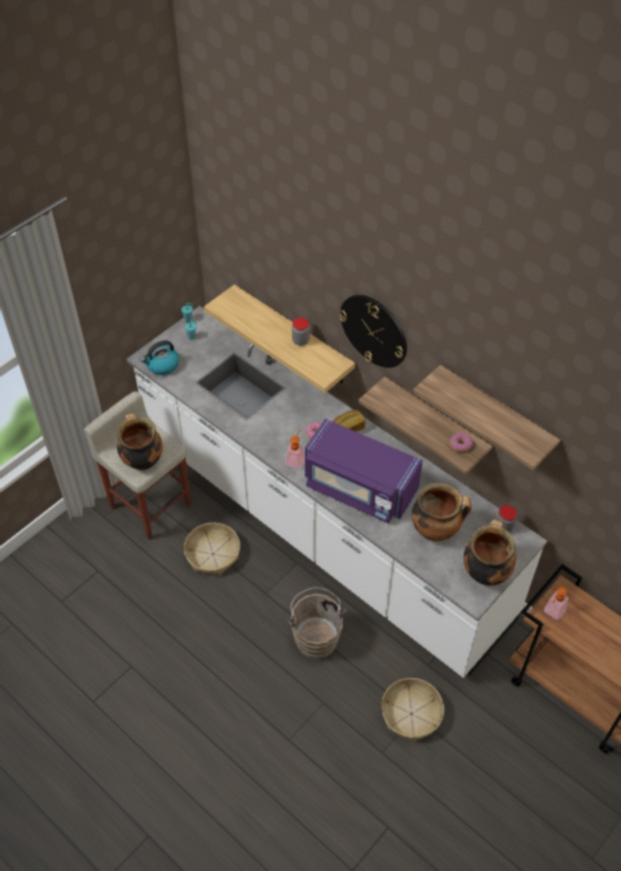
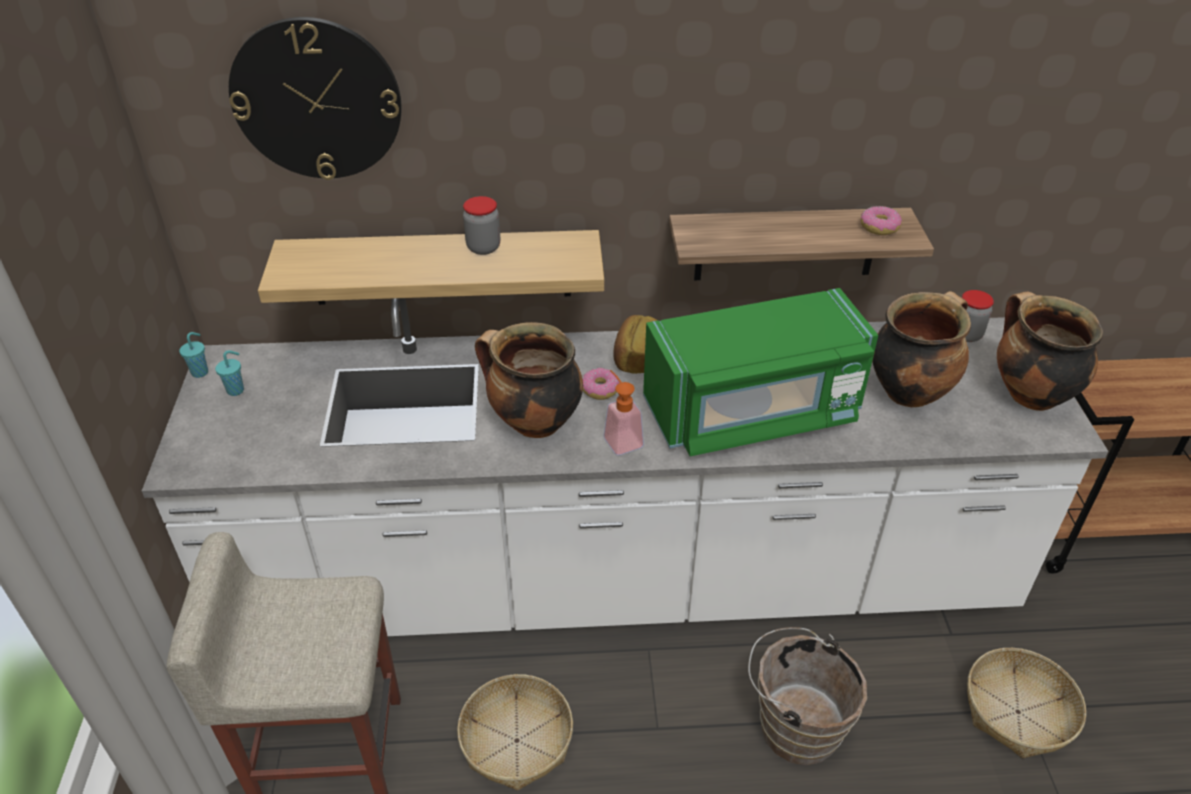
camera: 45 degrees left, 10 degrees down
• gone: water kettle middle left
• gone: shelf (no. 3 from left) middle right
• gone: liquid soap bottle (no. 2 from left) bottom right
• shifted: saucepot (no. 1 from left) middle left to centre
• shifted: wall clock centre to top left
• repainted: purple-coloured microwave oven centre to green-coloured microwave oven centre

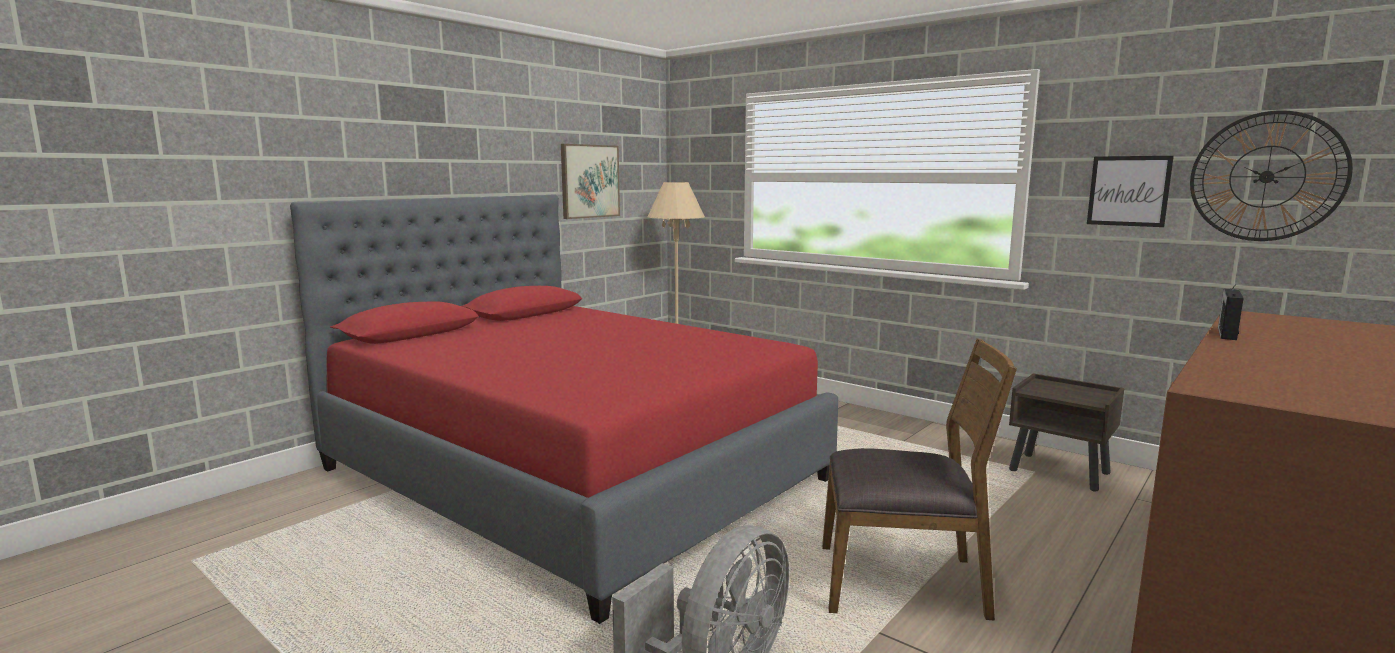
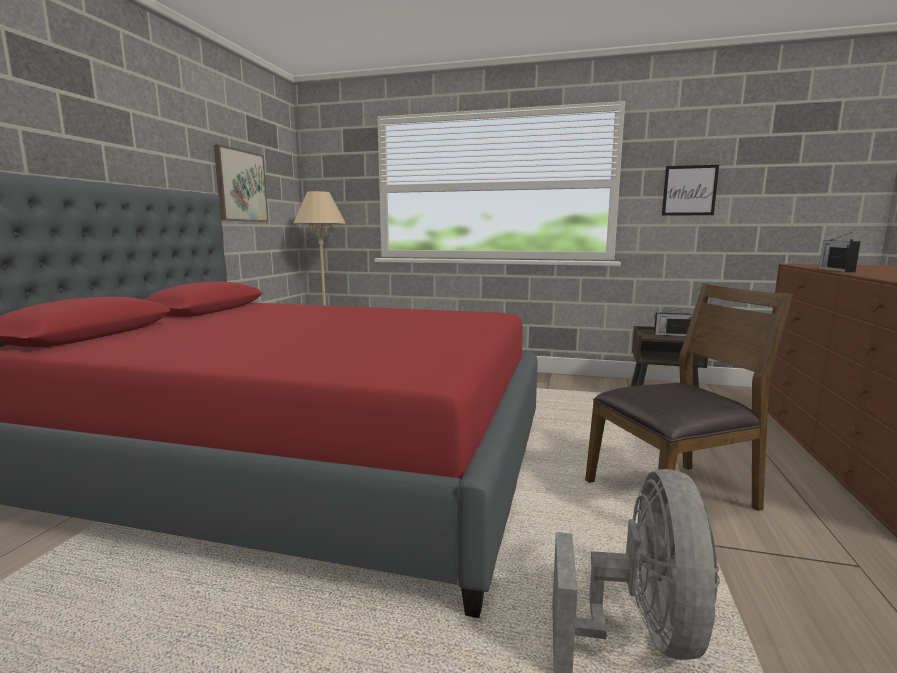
camera: 25 degrees left, 0 degrees up
• gone: wall clock top right
• new: radio receiver (no. 1 from left) middle right

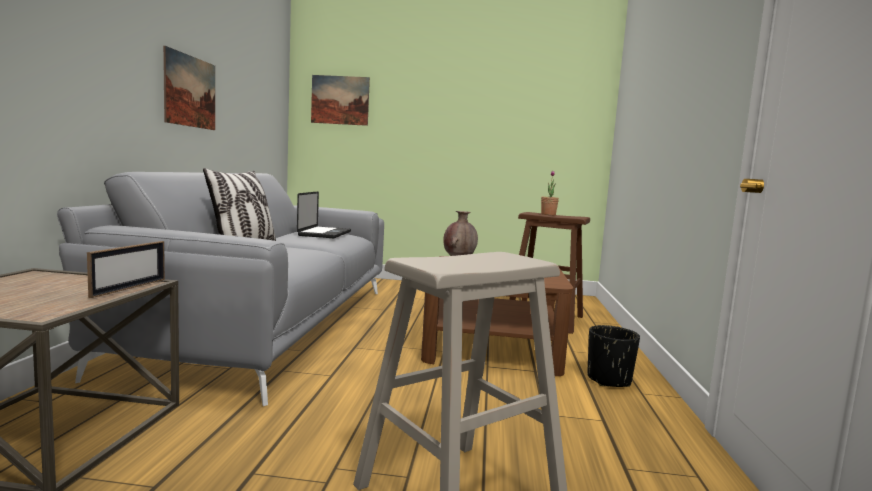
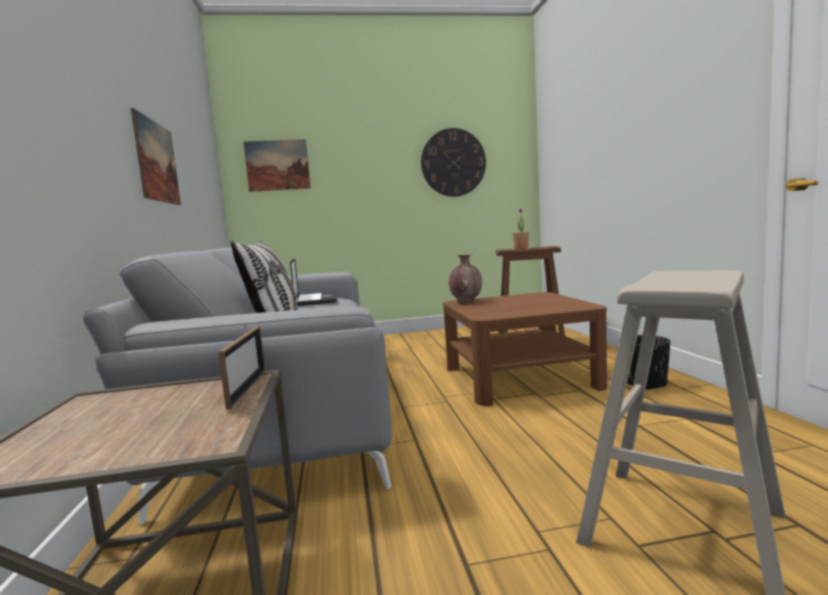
camera: 15 degrees left, 0 degrees up
• new: wall clock top centre

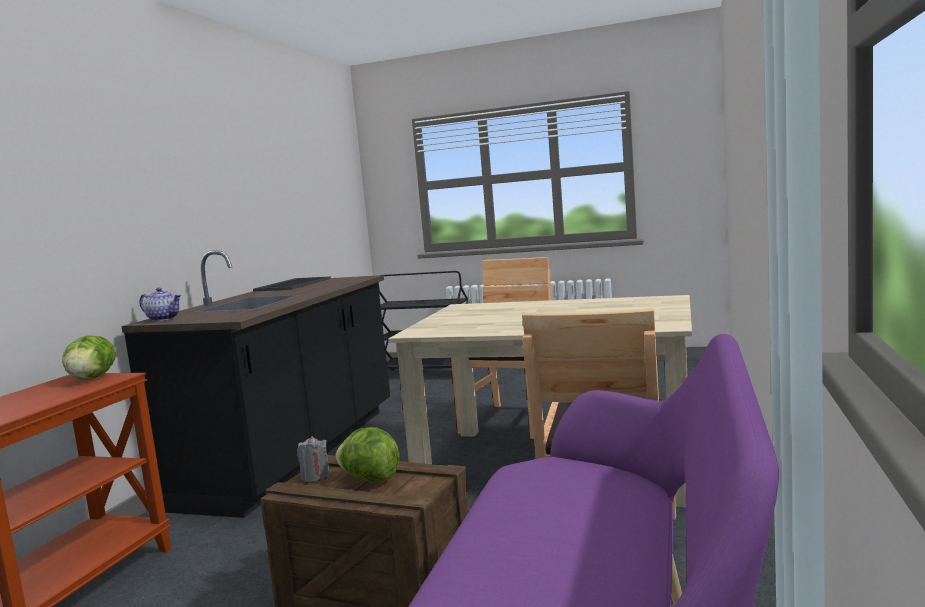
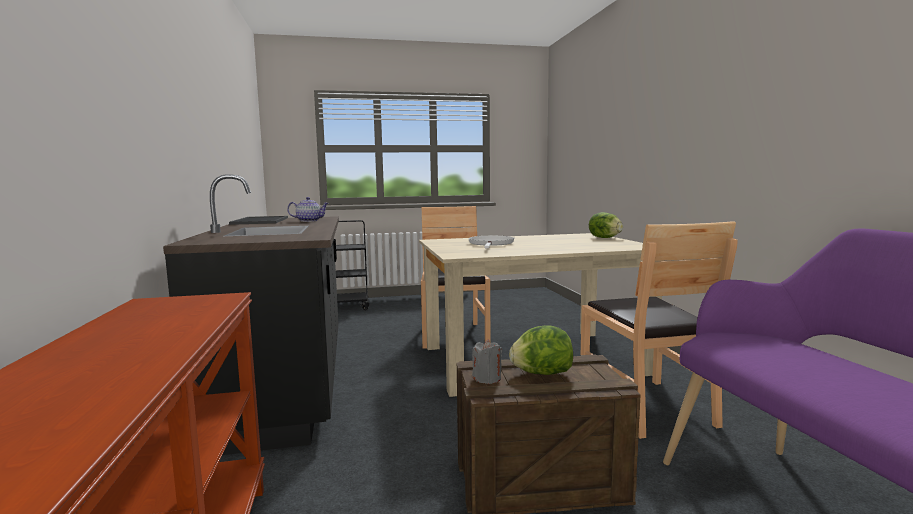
camera: 30 degrees left, 0 degrees up
• new: white skillet centre
• shifted: lettuce (no. 1 from left in the first image) middle left to lettuce (no. 2 from left) centre
• shifted: pot for tea middle left to centre

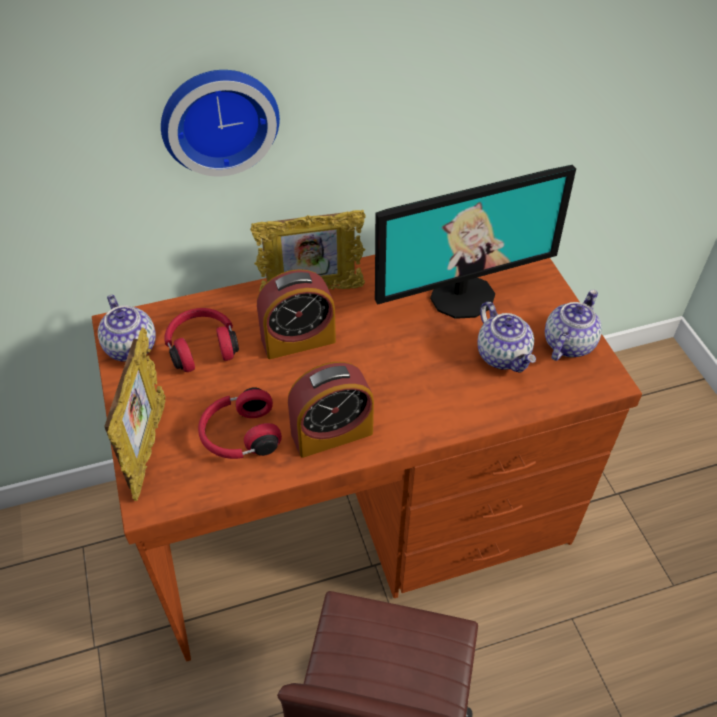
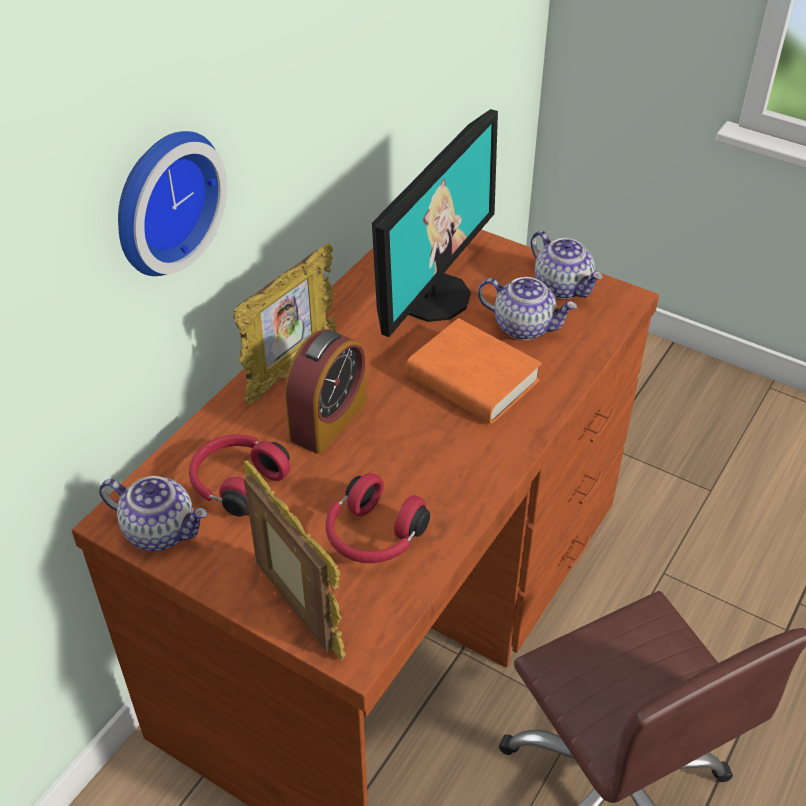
camera: 40 degrees left, 5 degrees down
• gone: alarm clock (no. 2 from left) centre
• new: orangey volume centre
• rotated: pot for tea (no. 3 from left) middle right = top right 150 degrees clockwise

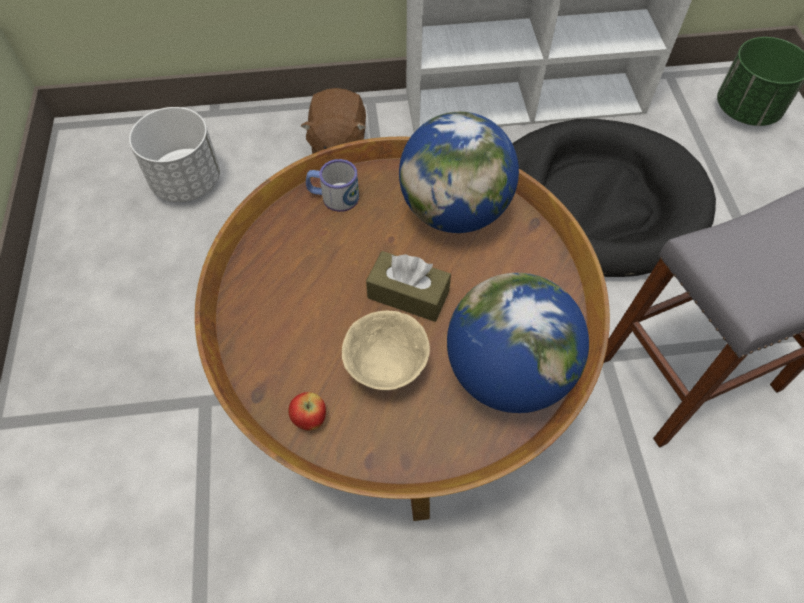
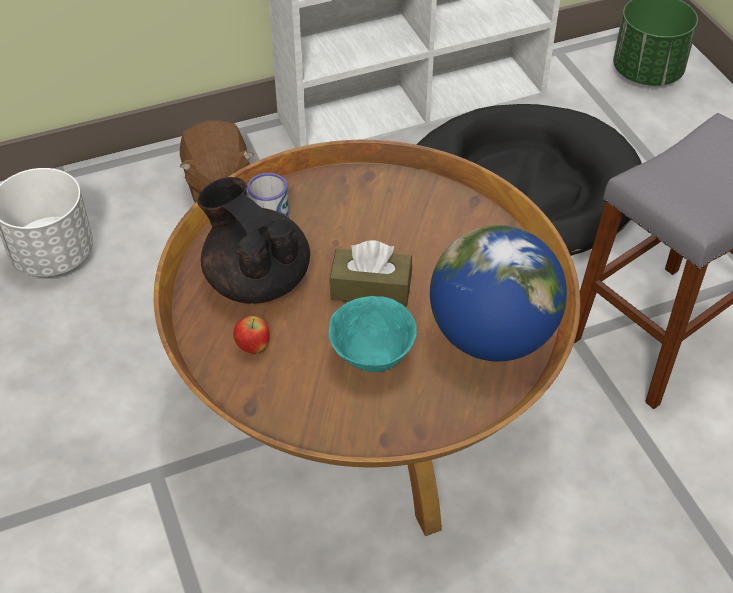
camera: 15 degrees left, 10 degrees down
• gone: world globe (no. 1 from left) top centre
• new: black pot for tea centre
• shifted: apple fruit bottom centre to centre
• repainted: sand-coloured serving bowl centre to turquoise-coloured serving bowl centre

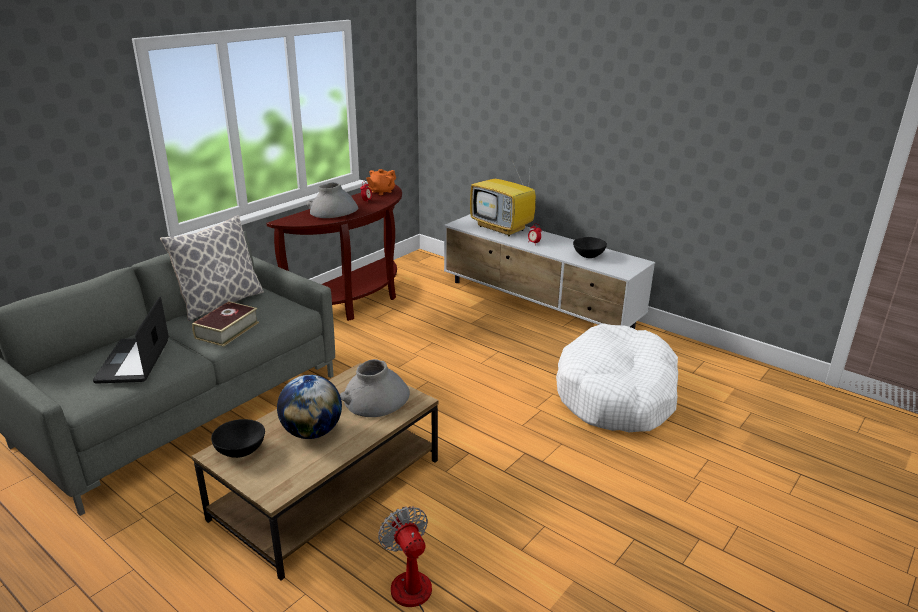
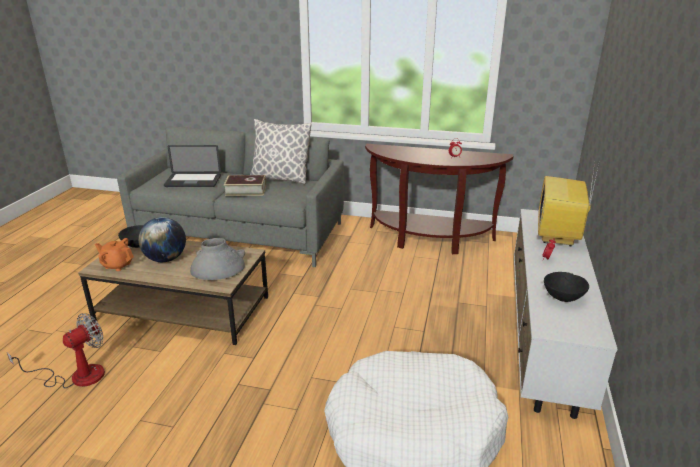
camera: 65 degrees right, 0 degrees up
• gone: grey flower vase (no. 1 from left) top centre
• shifted: orangey pot for tea top centre to middle left
• rotated: notebook computer middle left = middle left 150 degrees counterclockwise

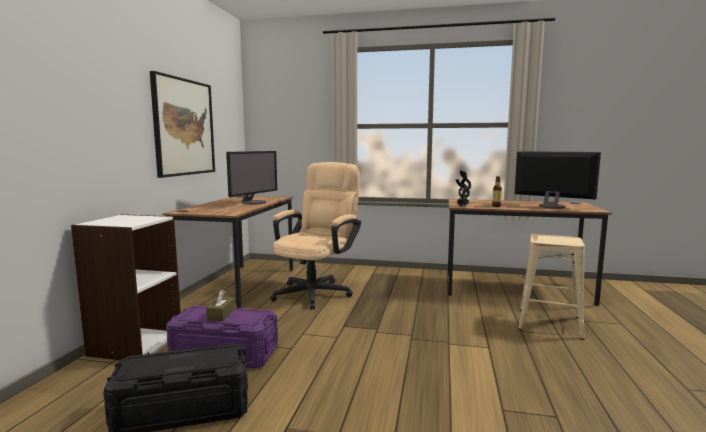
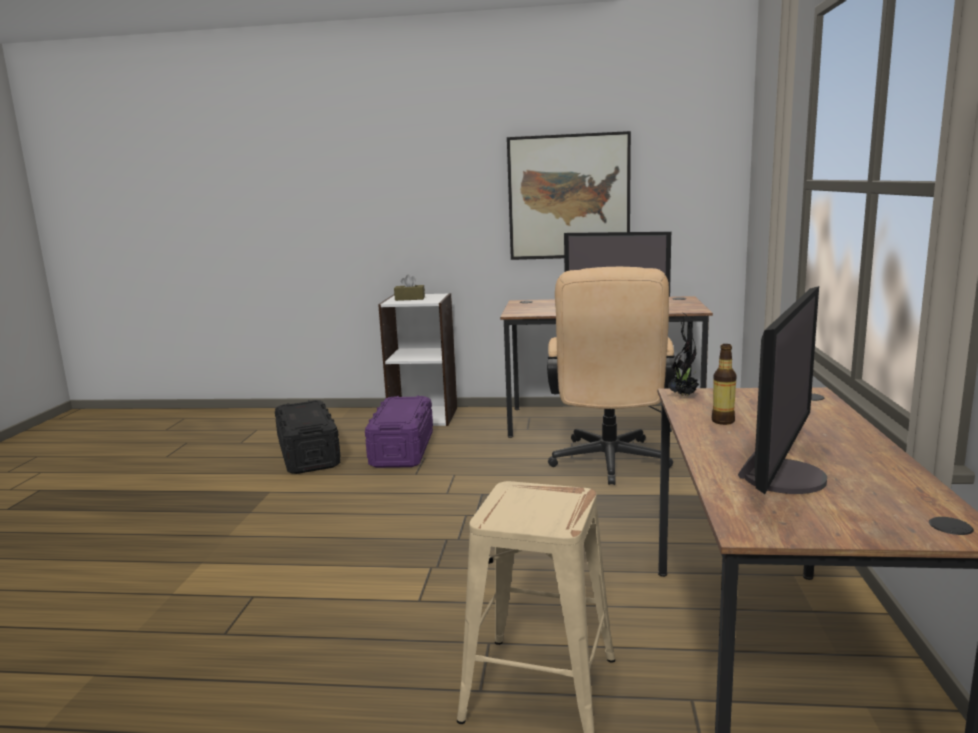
camera: 85 degrees right, 5 degrees up
• shifted: brownish tissue holder bottom left to centre
• rotated: sand-coloured office chair centre = centre 75 degrees clockwise

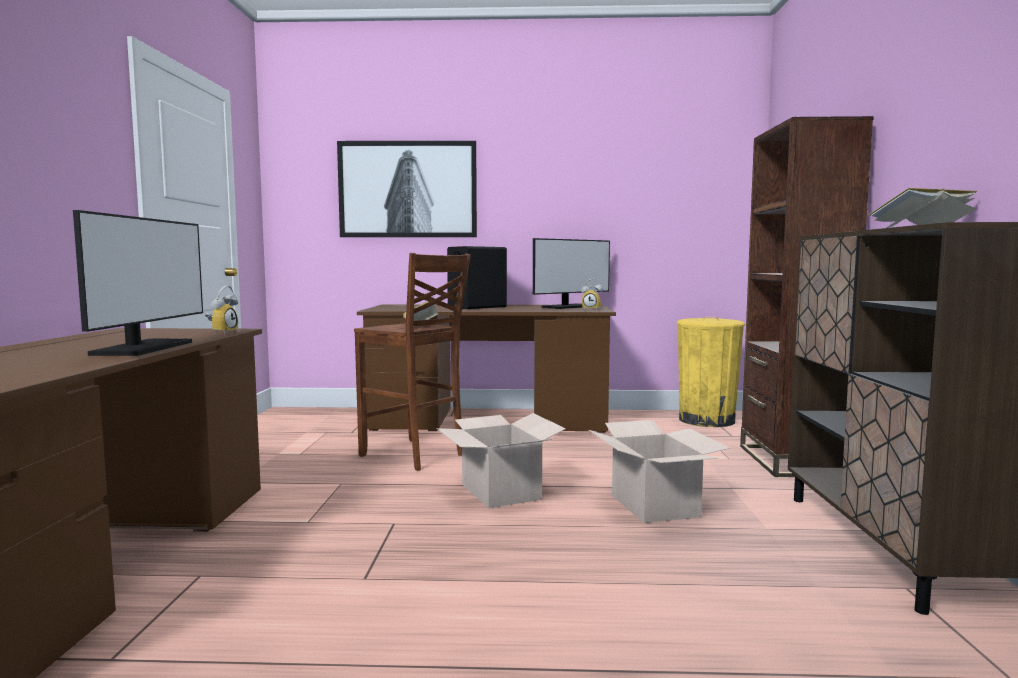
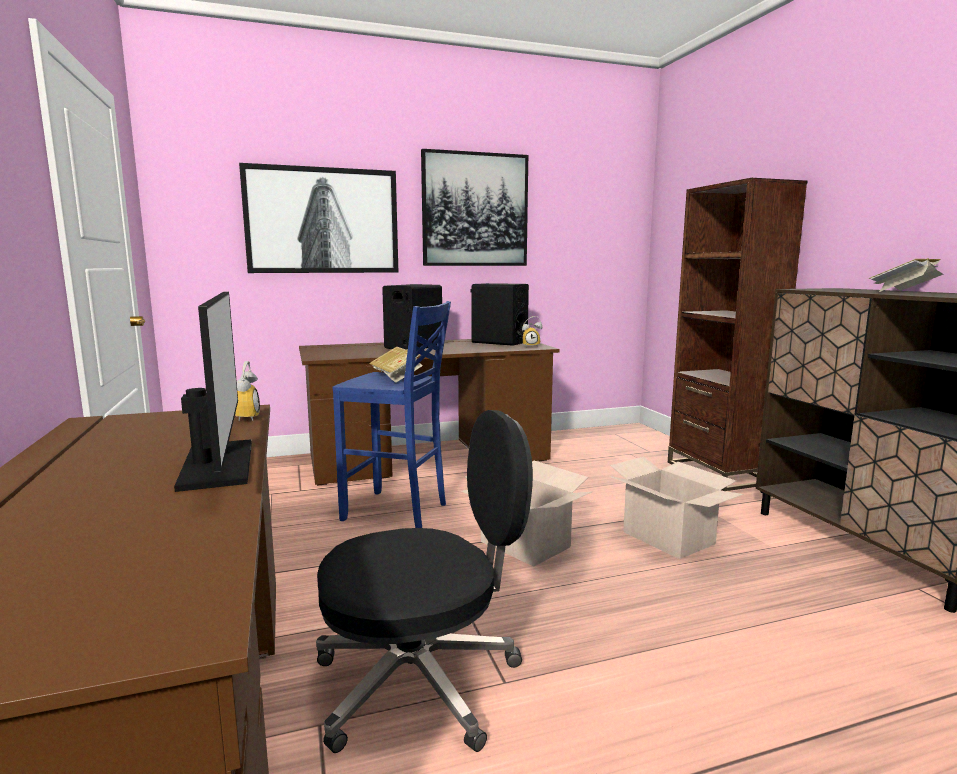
camera: 20 degrees left, 5 degrees up
• gone: yellowish waste bin middle right
• new: black office chair bottom centre
• new: wall picture (no. 2 from left) top centre
• swapped: computer screen (no. 2 from left) centre to black speaker (no. 2 from left) centre
• repainted: brownish stool centre to blue stool centre

